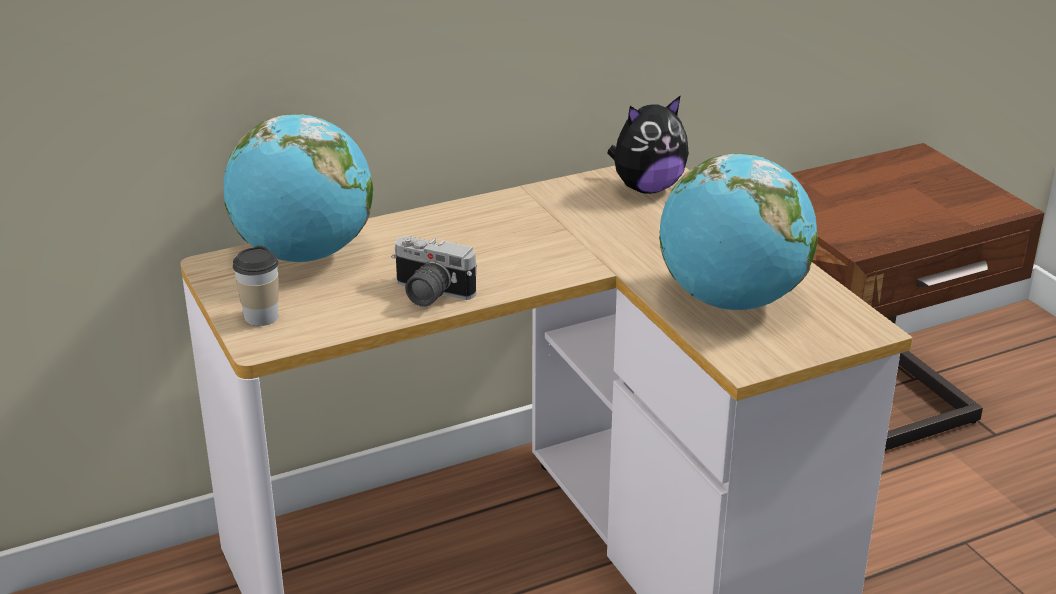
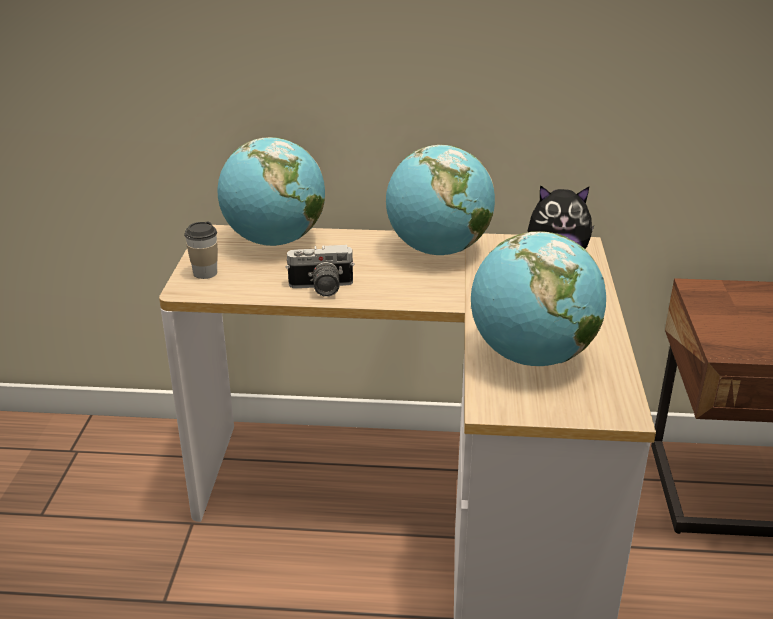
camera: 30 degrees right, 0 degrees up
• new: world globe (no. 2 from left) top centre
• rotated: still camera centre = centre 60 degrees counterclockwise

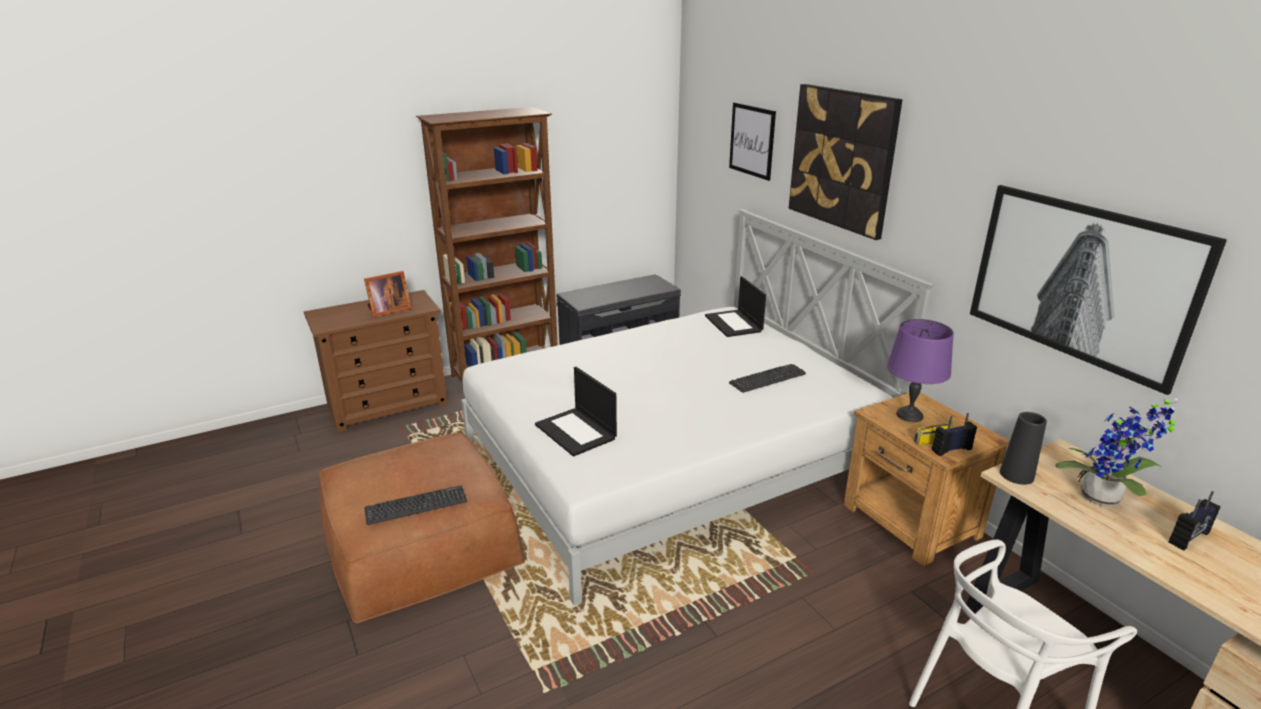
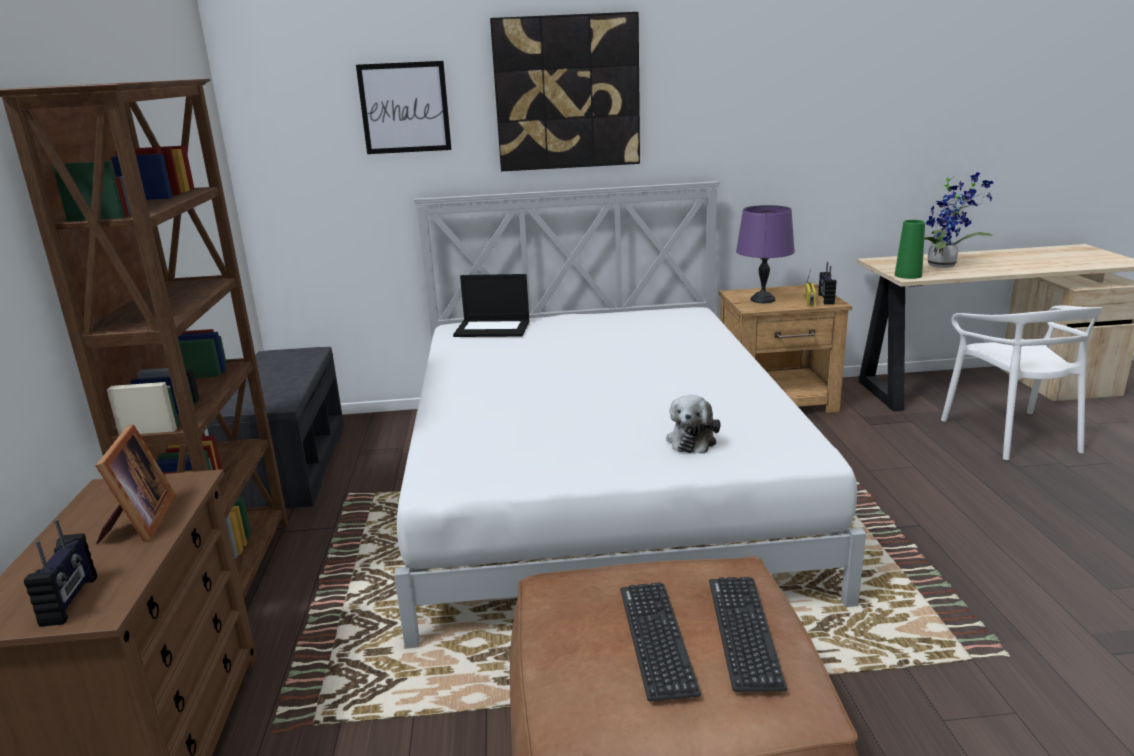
camera: 65 degrees left, 5 degrees down
• gone: wall picture (no. 3 from left) middle right
• shifted: keyboard (no. 2 from left in the first image) centre to keyboard (no. 1 from left) bottom centre
• shifted: radio receiver (no. 3 from left in the first image) bottom right to radio receiver (no. 1 from left) bottom left
• swapped: notebook computer (no. 1 from left) centre to soft toy centre
• repainted: black flower vase middle right to green-coloured flower vase top right

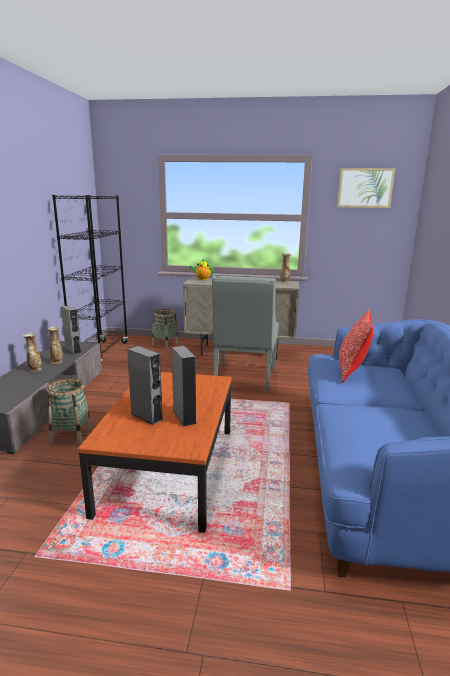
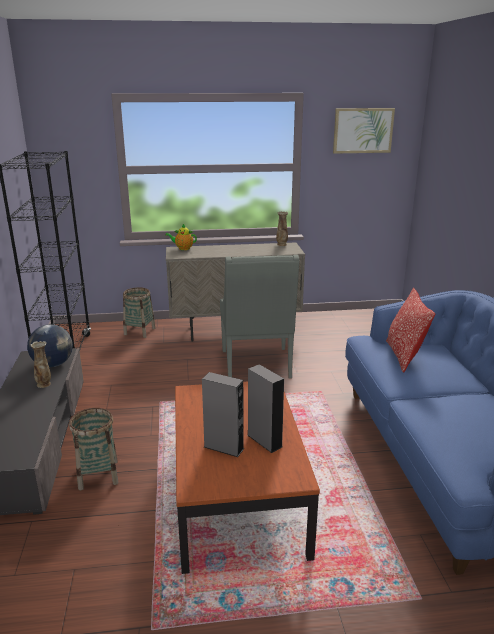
camera: 15 degrees left, 5 degrees up
• gone: flower vase (no. 1 from left) middle left
• swapped: grey speaker (no. 1 from left) middle left to world globe middle left

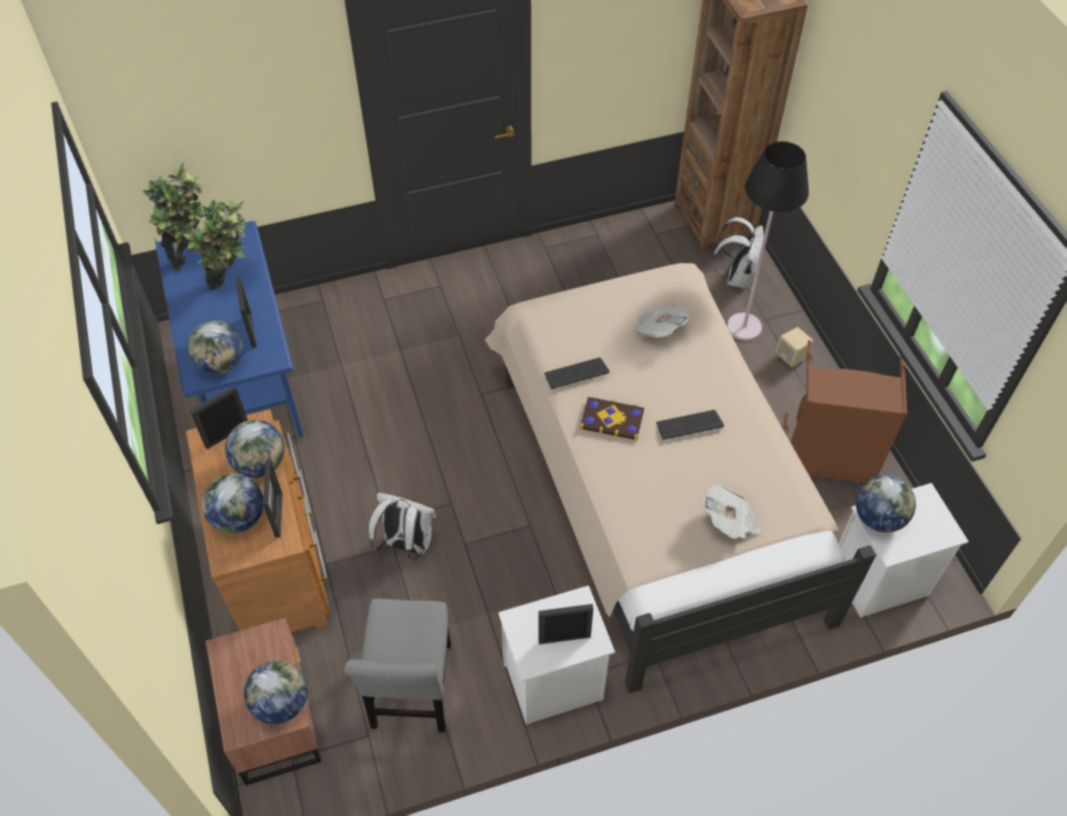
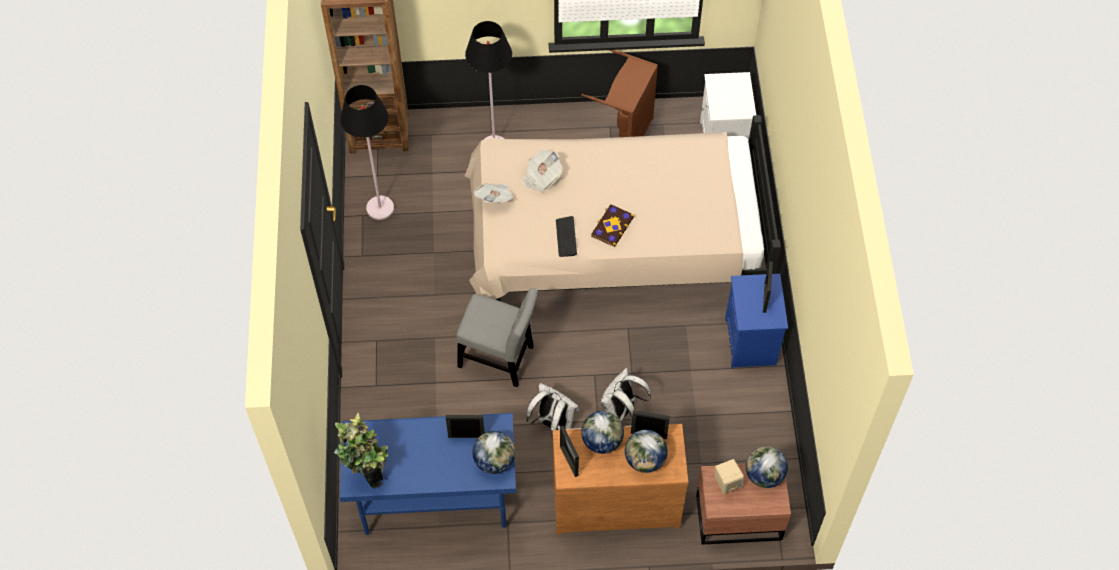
camera: 75 degrees left, 5 degrees up
• gone: plant in a pot (no. 2 from left) top left
• gone: keyboard (no. 2 from left) centre
• gone: world globe (no. 5 from left) middle right
• new: black floor lamp (no. 1 from left) top left
• shifted: grey chair bottom centre to centre
• shifted: newspaper (no. 2 from left in the first image) middle right to newspaper (no. 1 from left) centre
• shifted: white knapsack (no. 2 from left in the first image) top right to white knapsack (no. 1 from left) bottom centre
• shifted: sand-coloured speaker middle right to bottom centre
• repainted: white bedside table (no. 1 from left) bottom centre to blue bedside table middle right

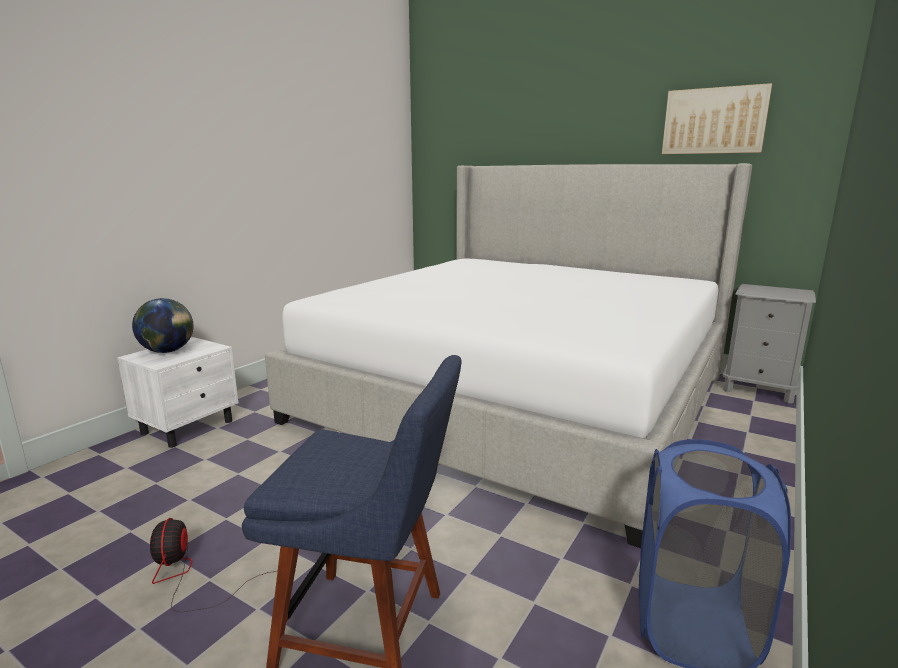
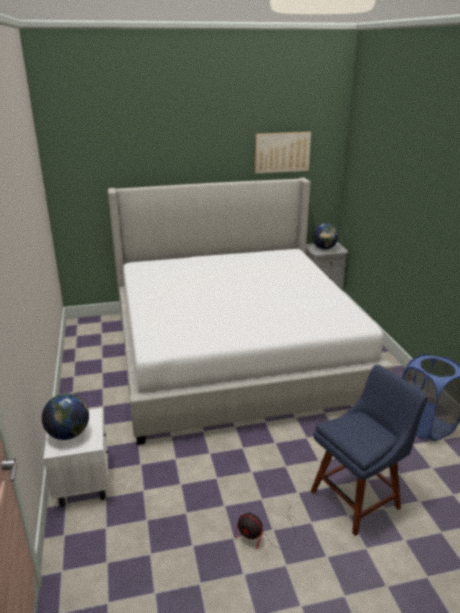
camera: 45 degrees left, 10 degrees up
• new: world globe (no. 2 from left) middle right

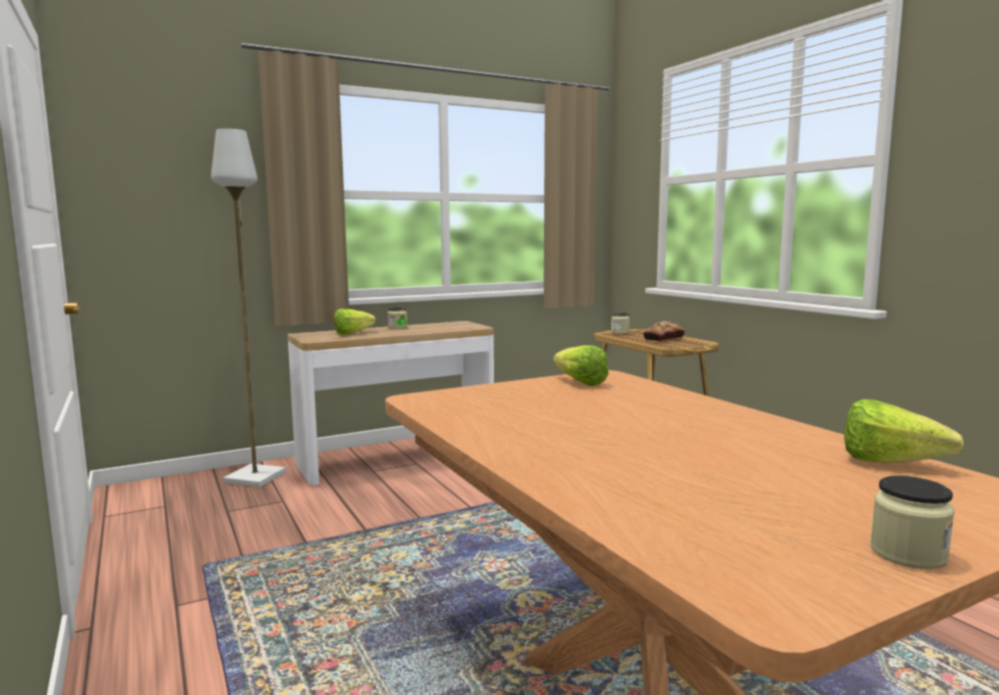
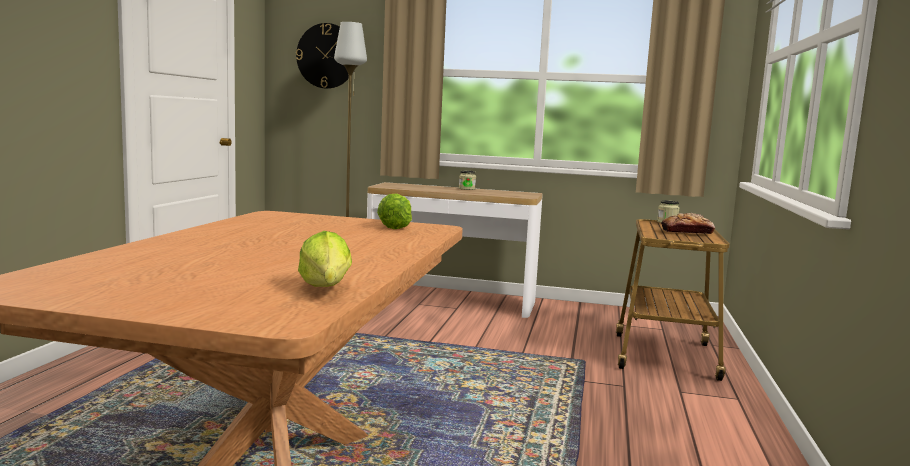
camera: 40 degrees right, 0 degrees up
• gone: lettuce (no. 1 from left) centre
• gone: preserve jar (no. 3 from left) bottom right
• new: wall clock top centre

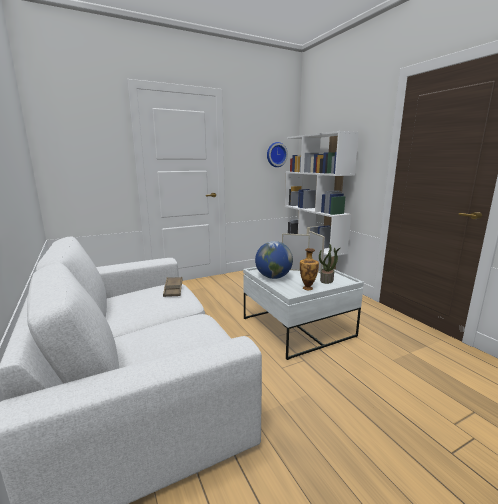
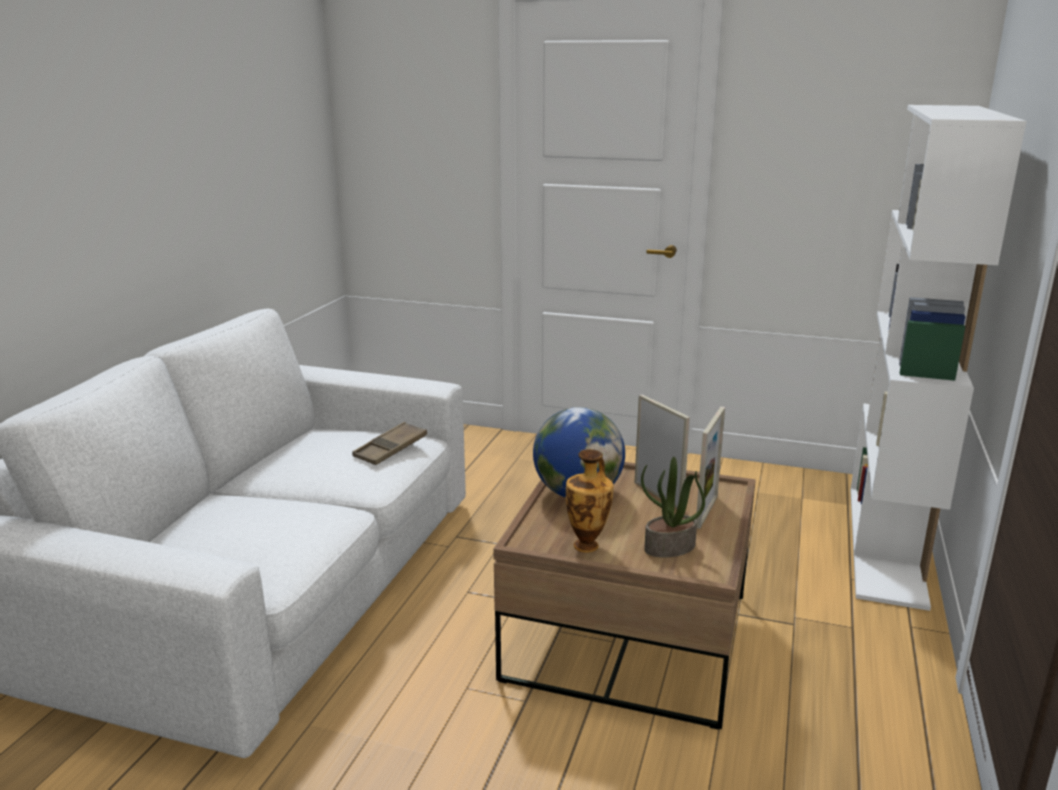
camera: 45 degrees right, 5 degrees up
• gone: wall clock top centre
• repainted: white low table centre to brownish low table bottom centre

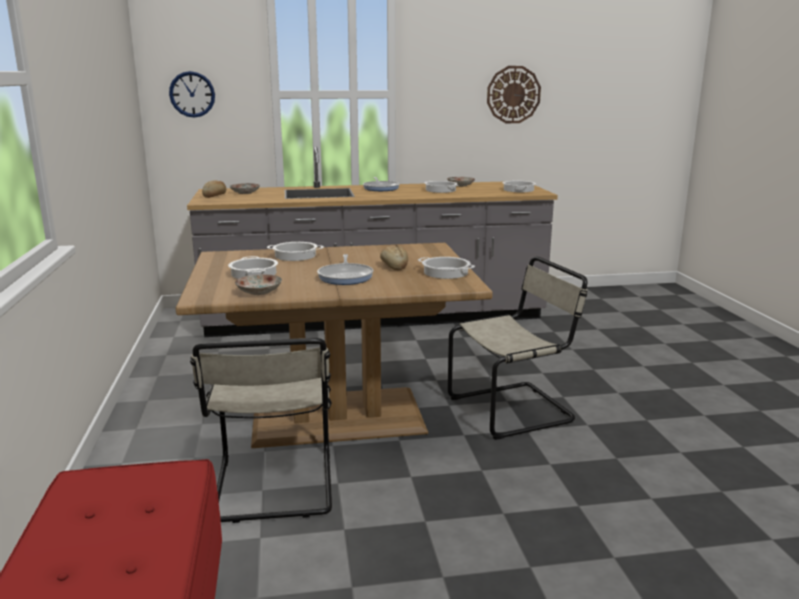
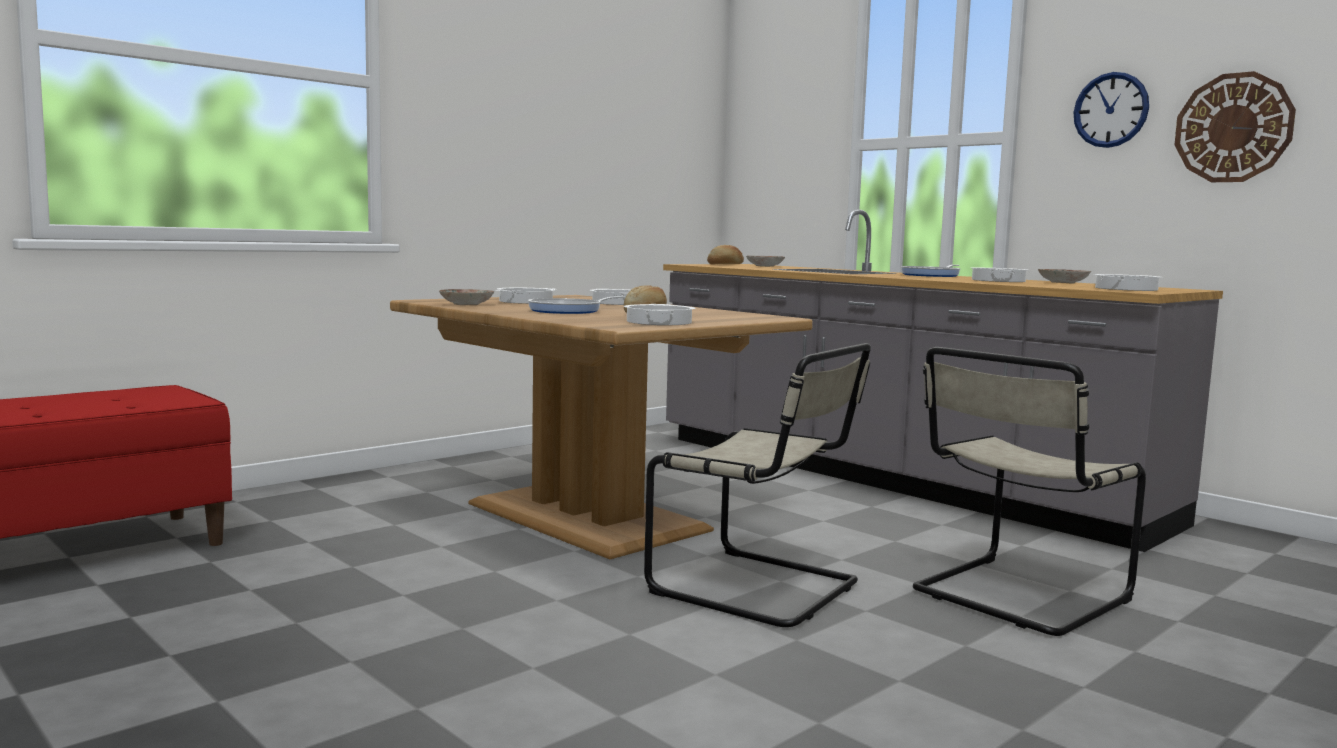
camera: 55 degrees right, 10 degrees down
• shifted: wall clock (no. 1 from left) top left to top right
• shifted: sand-coloured chair (no. 1 from left in the first image) bottom left to sand-coloured chair (no. 2 from left) middle right

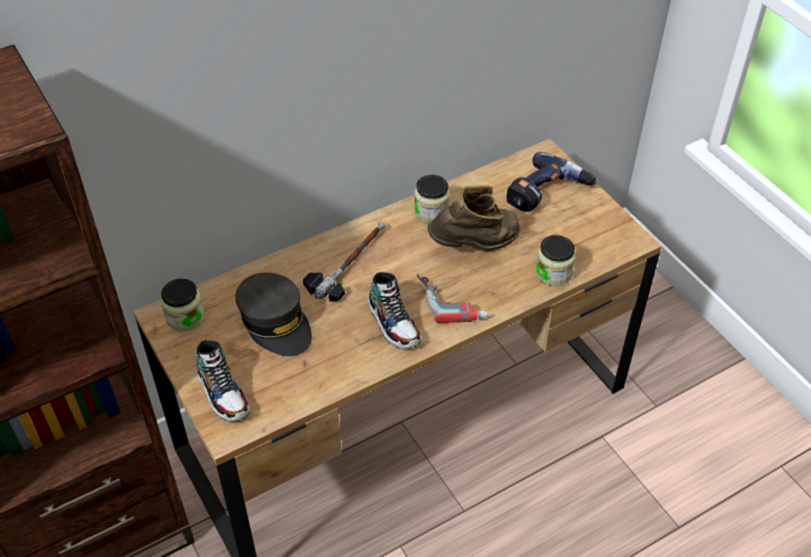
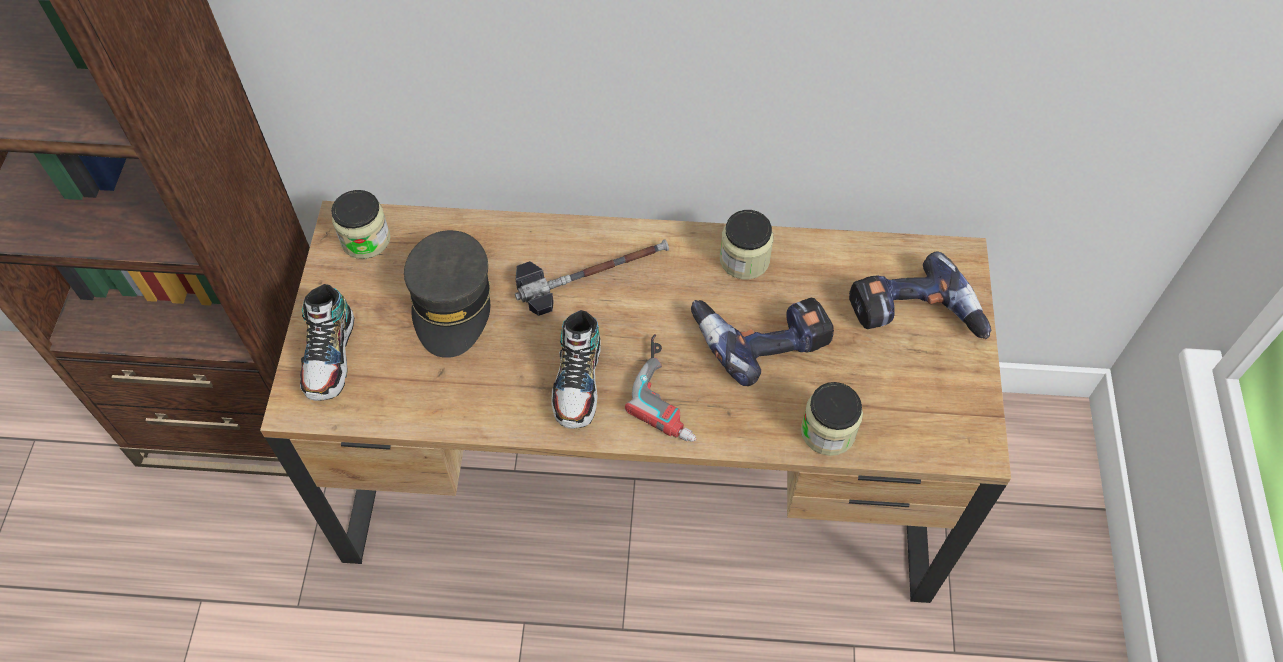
camera: 35 degrees right, 10 degrees up
• swapped: brownish high-top boot centre to power drill (no. 2 from left) centre

